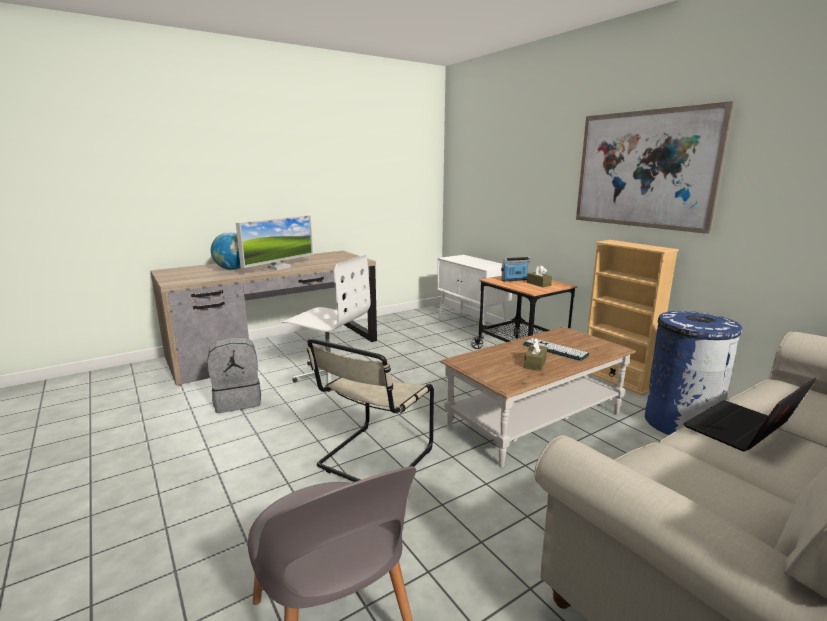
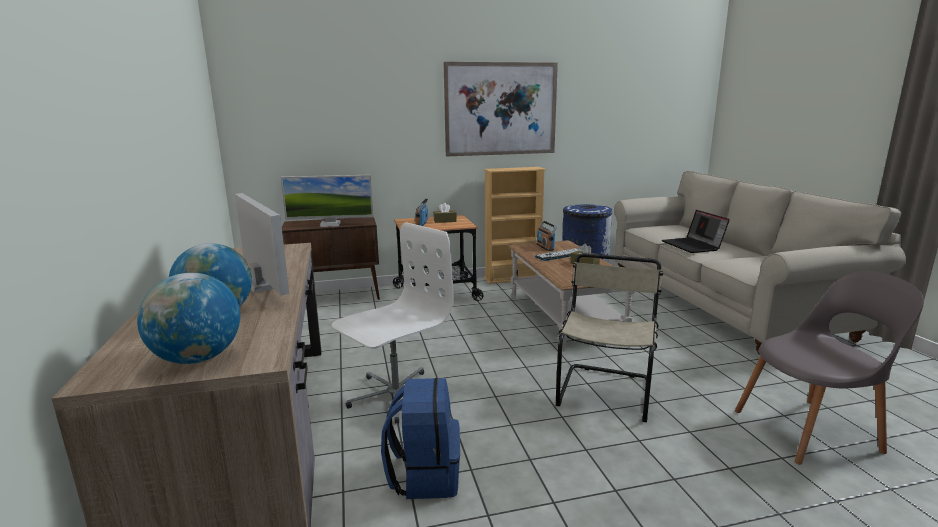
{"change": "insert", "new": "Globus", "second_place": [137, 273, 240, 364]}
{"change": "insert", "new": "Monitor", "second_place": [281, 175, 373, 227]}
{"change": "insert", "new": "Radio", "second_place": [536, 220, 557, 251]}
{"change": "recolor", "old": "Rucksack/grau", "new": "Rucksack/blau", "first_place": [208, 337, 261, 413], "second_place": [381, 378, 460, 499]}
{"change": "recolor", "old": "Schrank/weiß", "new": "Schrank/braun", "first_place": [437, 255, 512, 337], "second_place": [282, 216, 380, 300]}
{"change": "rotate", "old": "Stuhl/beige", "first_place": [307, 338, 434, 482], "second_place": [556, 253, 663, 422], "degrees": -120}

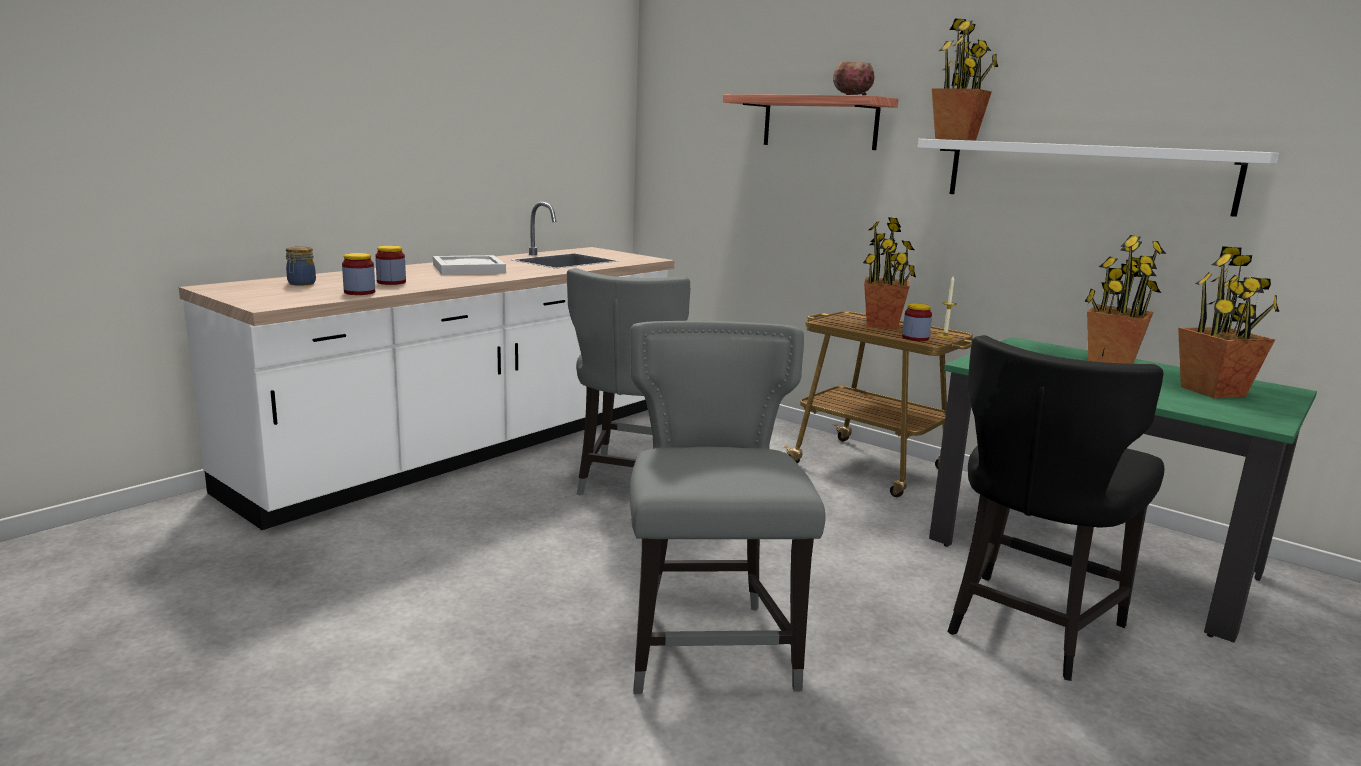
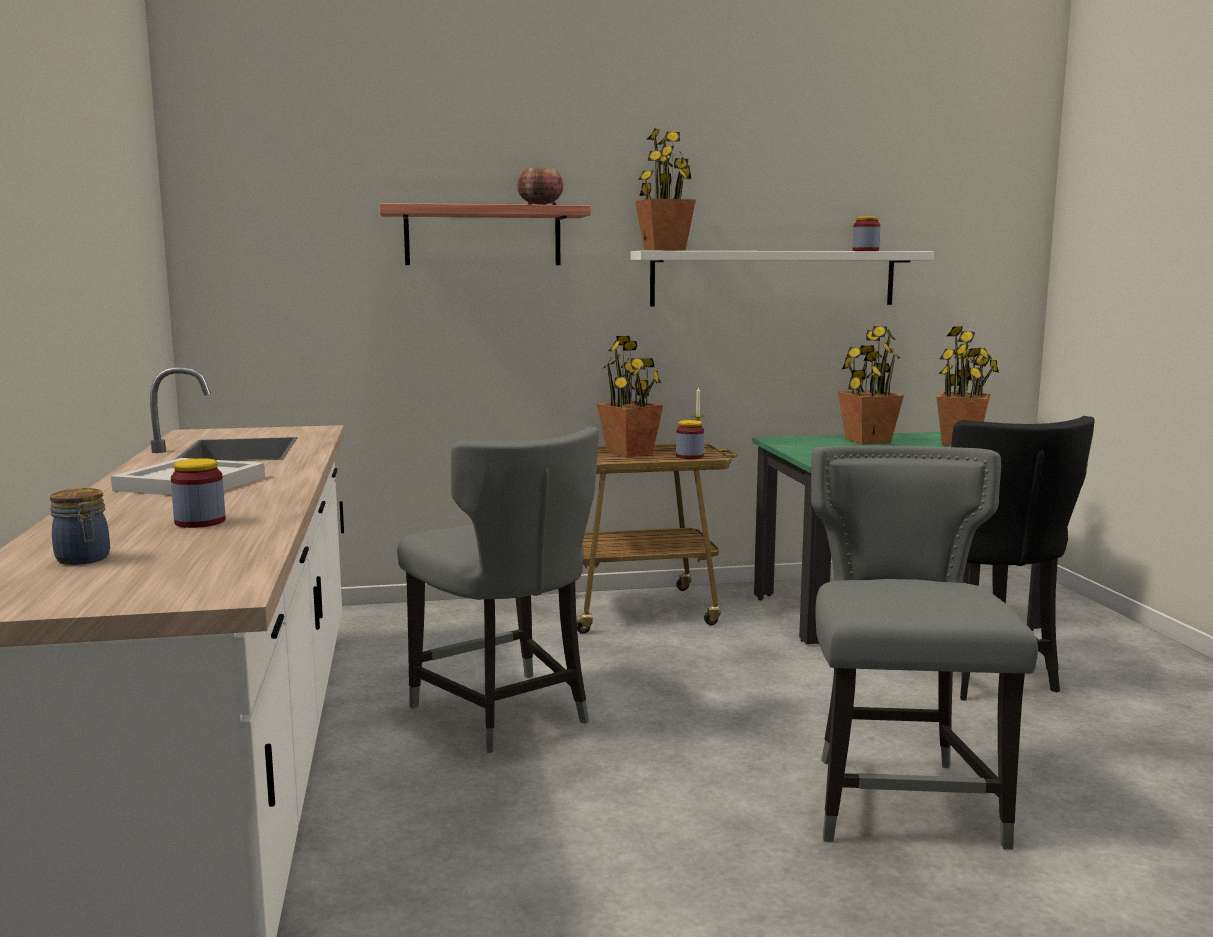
{"change": "move", "old": "Vorratsglas", "first_place": [342, 253, 375, 295], "second_place": [853, 216, 880, 251]}
{"change": "rotate", "old": "Stuhl/grau", "first_place": [630, 321, 826, 694], "second_place": [811, 446, 1038, 850], "degrees": 60}

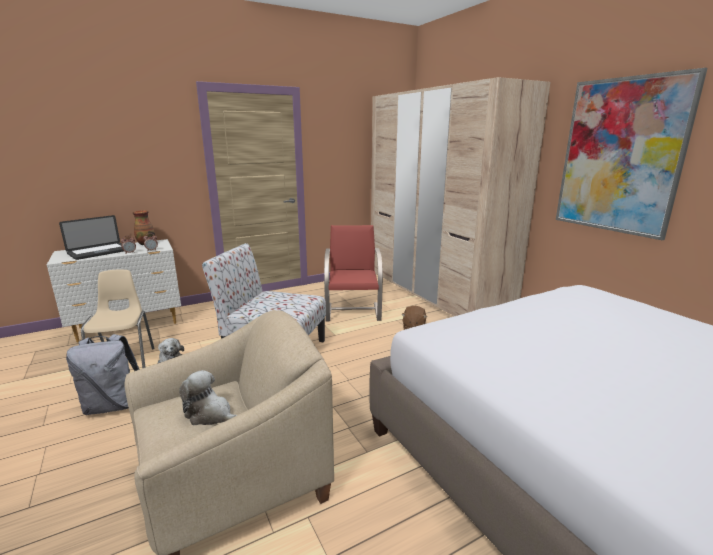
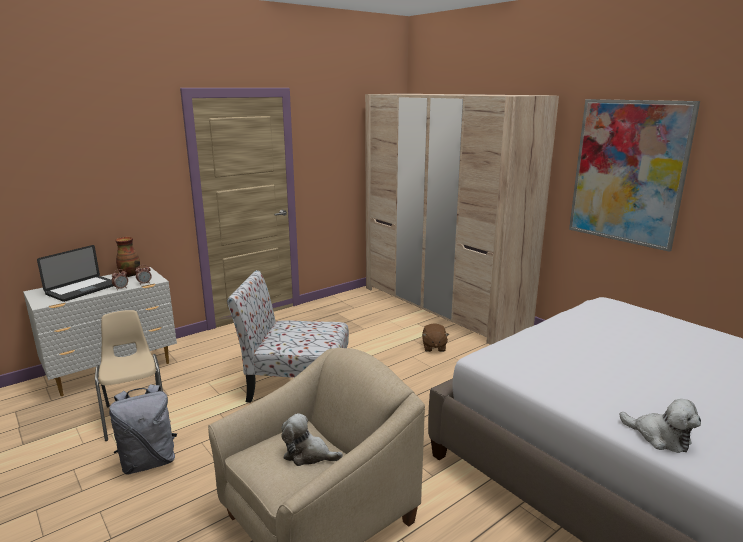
{"change": "delete", "old": "Stuhl/rot", "first_place": [324, 225, 383, 322]}
{"change": "move", "old": "Plüschtier", "first_place": [158, 338, 184, 363], "second_place": [620, 399, 701, 453]}

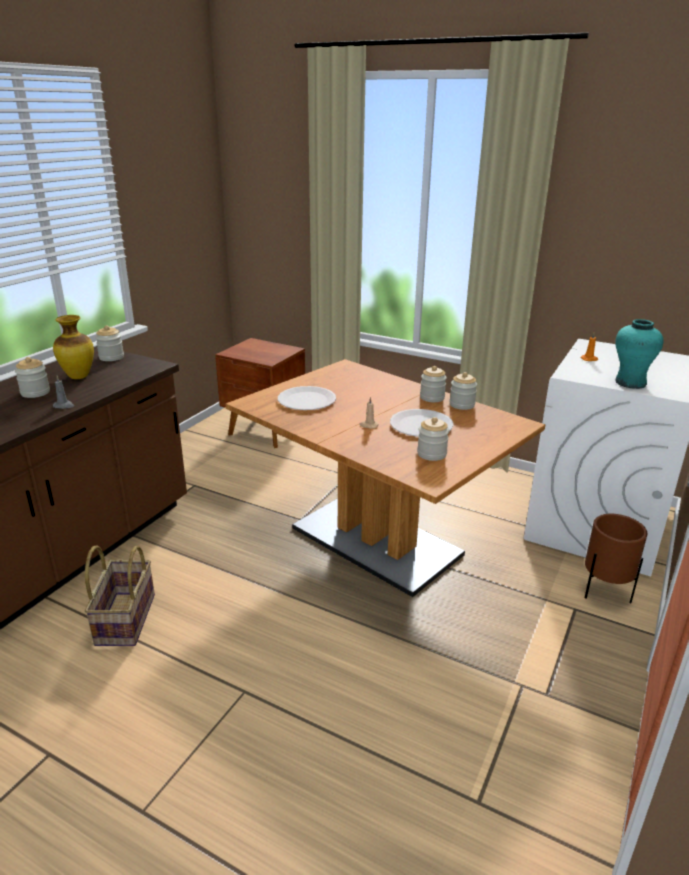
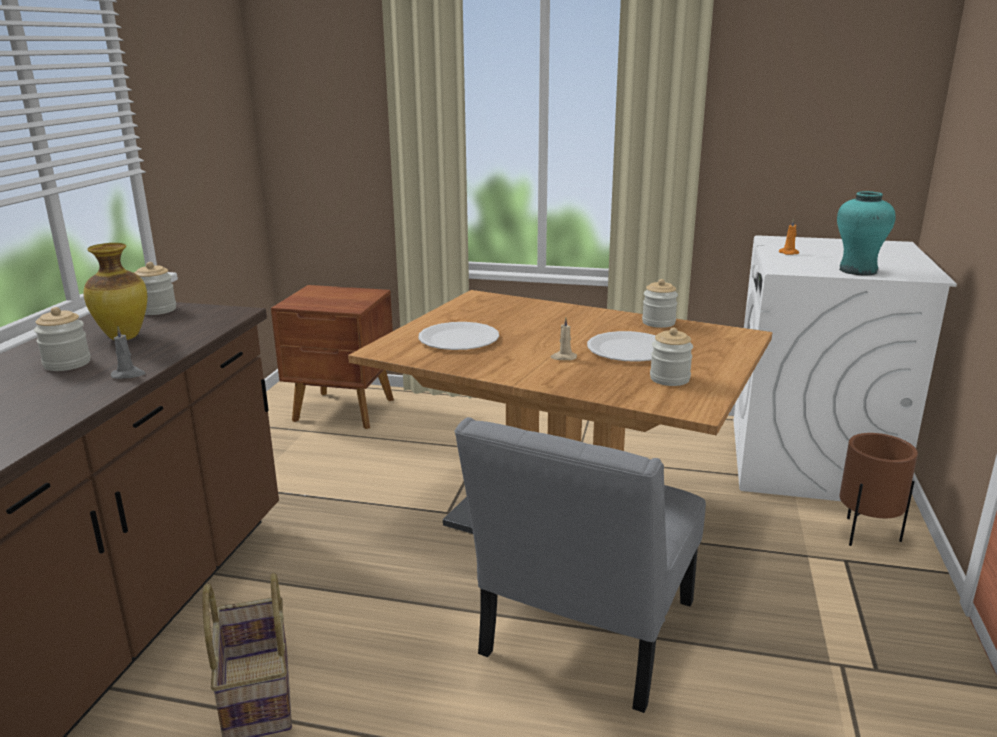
{"change": "delete", "old": "Vorratsglas", "first_place": [420, 366, 447, 402]}
{"change": "insert", "new": "Stuhl/grau", "second_place": [454, 417, 706, 713]}

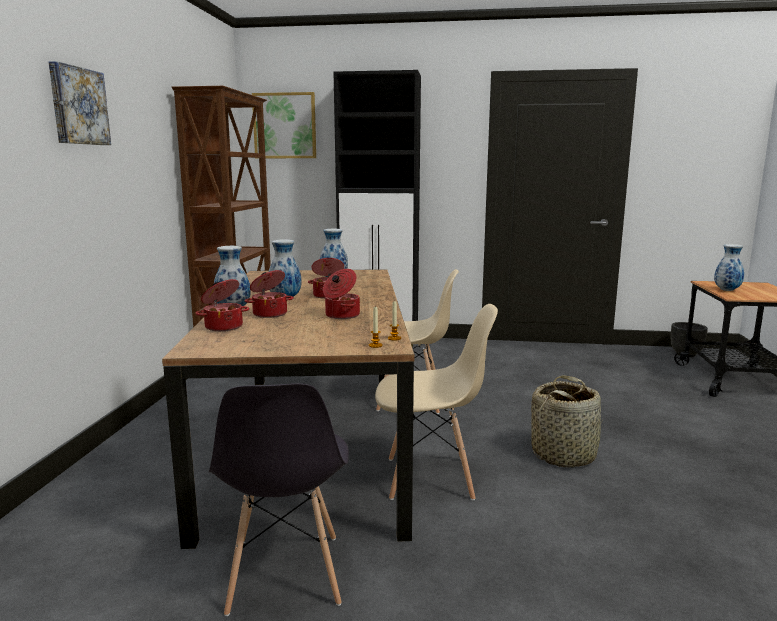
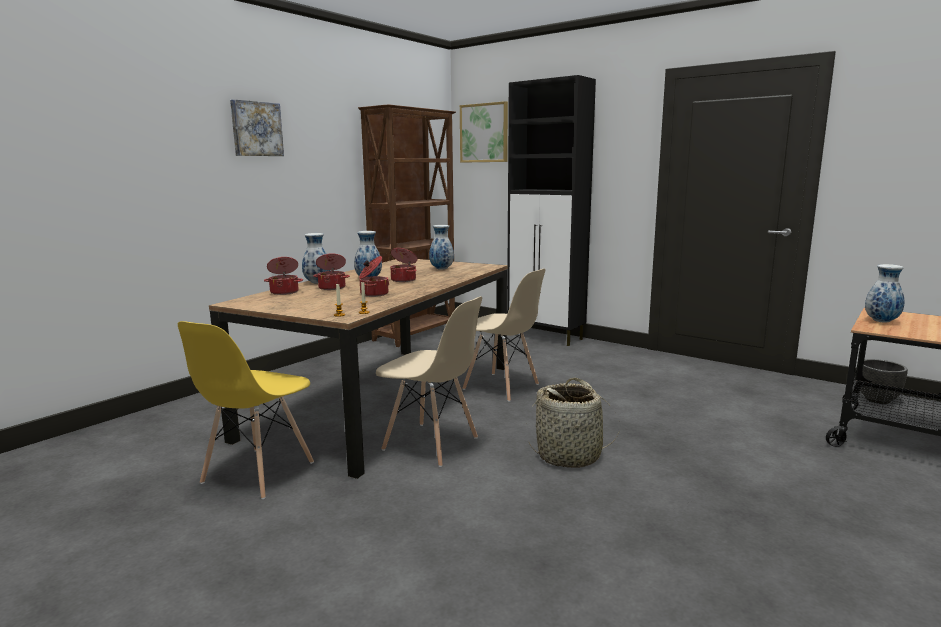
{"change": "recolor", "old": "Stuhl/grau", "new": "Stuhl/gelb", "first_place": [209, 383, 349, 616], "second_place": [178, 321, 314, 499]}

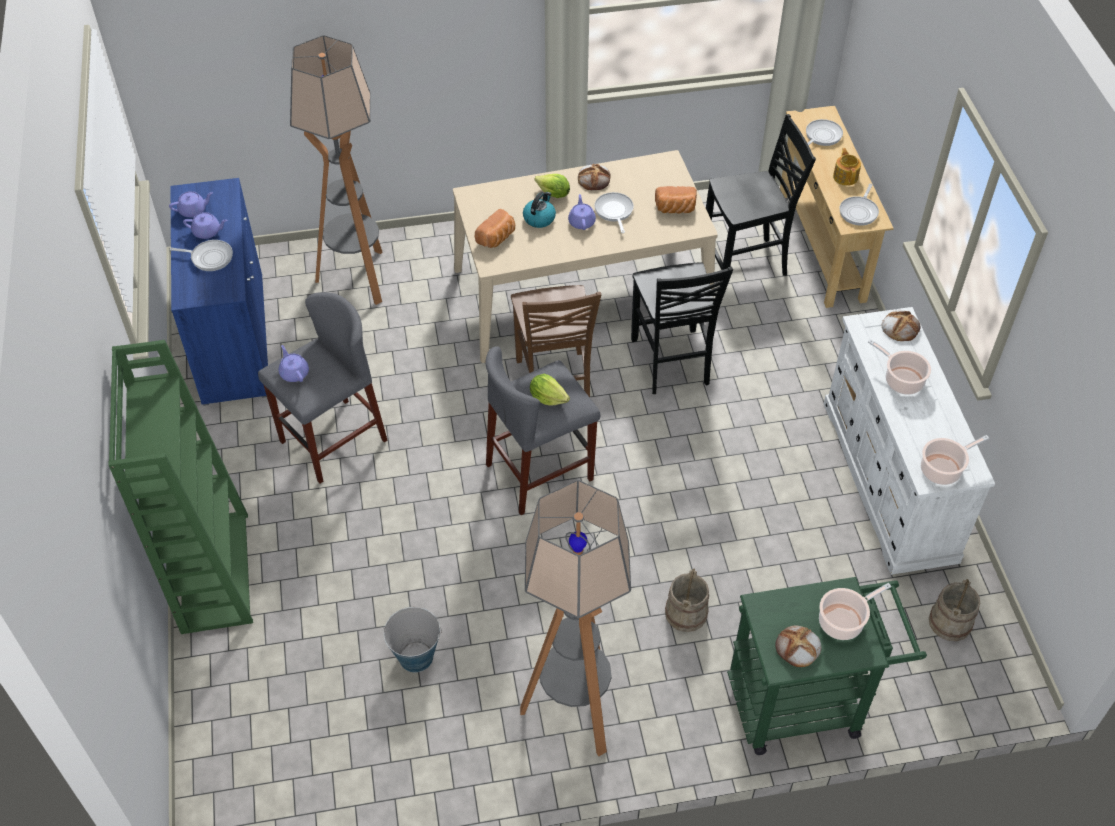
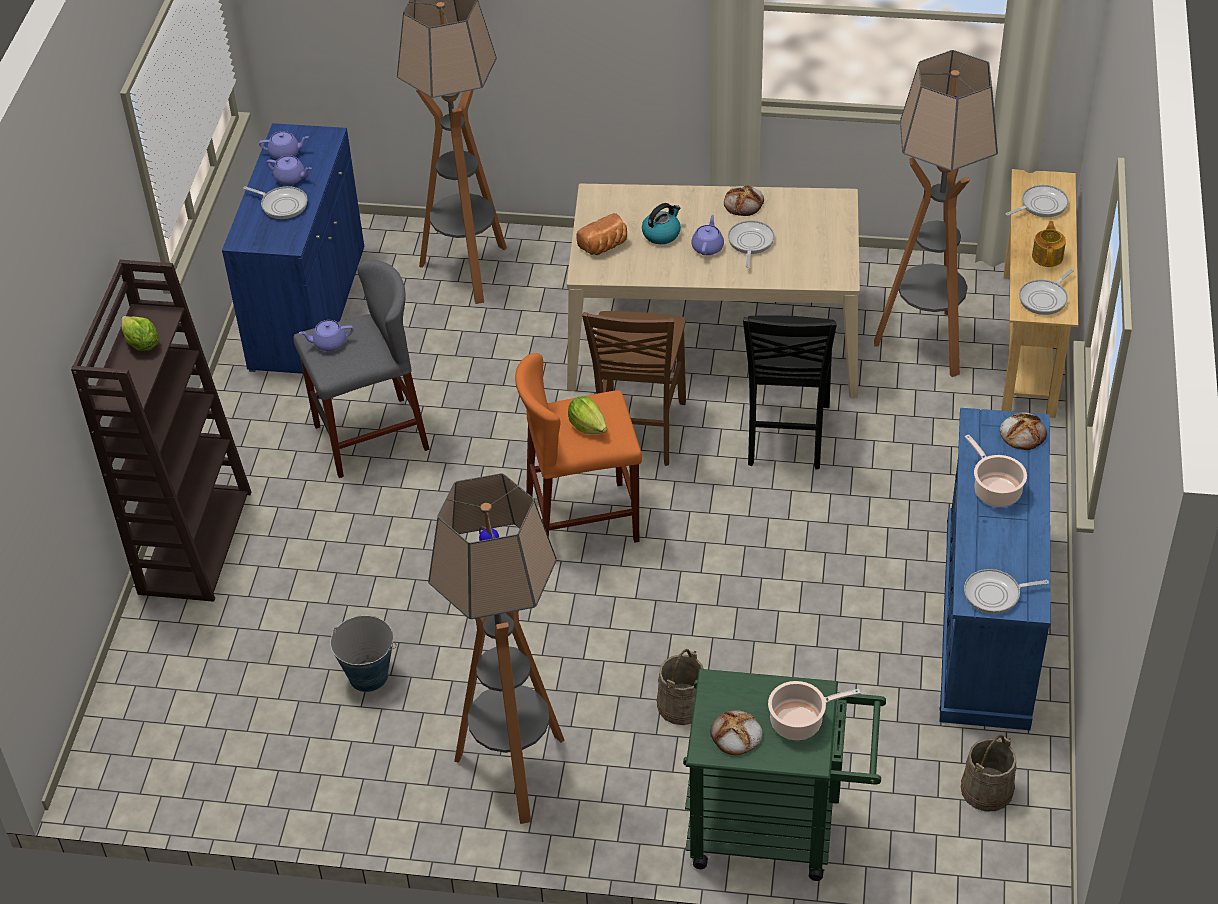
{"change": "delete", "old": "Brot", "first_place": [655, 186, 697, 213]}
{"change": "move", "old": "Salatkopf", "first_place": [534, 174, 570, 198], "second_place": [121, 316, 159, 351]}
{"change": "replace", "old": "Stuhl/schwarz", "new": "Stehlampe", "first_place": [706, 114, 816, 281], "second_place": [874, 50, 998, 377]}
{"change": "replace", "old": "Kochtopf", "new": "Pfanne", "first_place": [921, 435, 989, 485], "second_place": [964, 569, 1049, 614]}
{"change": "recolor", "old": "Bücherregal/grün", "new": "Bücherregal/braun", "first_place": [108, 340, 253, 634], "second_place": [71, 260, 251, 602]}
{"change": "recolor", "old": "Hocker/grau", "new": "Hocker/orange", "first_place": [486, 346, 600, 515], "second_place": [515, 353, 642, 543]}
{"change": "recolor", "old": "Kommode/weiß", "new": "Kommode/blau", "first_place": [824, 307, 995, 575], "second_place": [940, 408, 1051, 730]}
{"change": "rotate", "old": "Teekanne/lila", "first_place": [279, 345, 309, 382], "second_place": [299, 320, 353, 351], "degrees": -90}

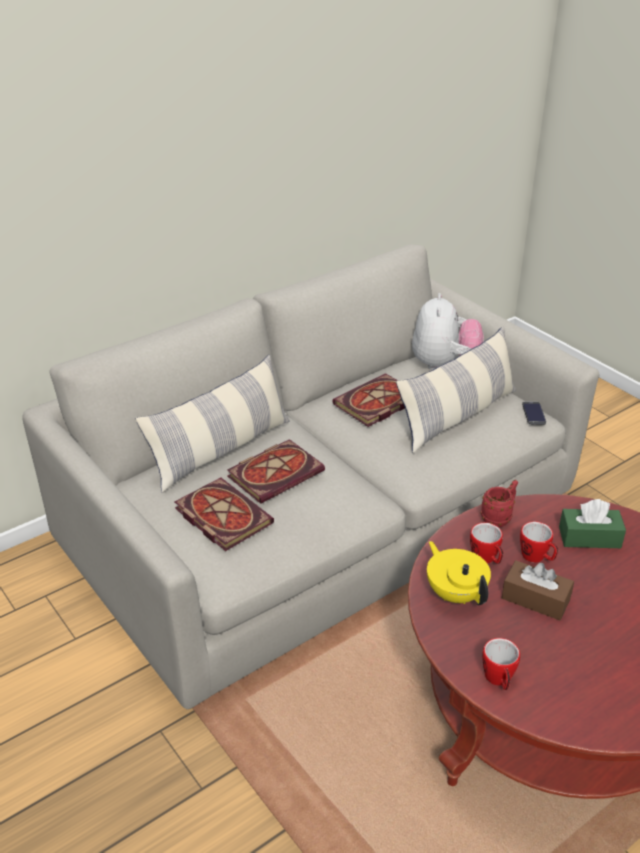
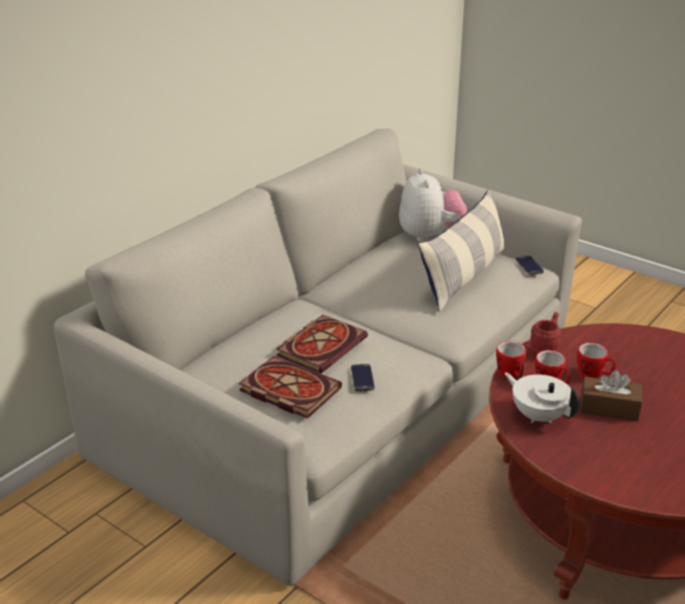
{"change": "delete", "old": "Kissen", "first_place": [136, 355, 290, 493]}
{"change": "delete", "old": "Buch", "first_place": [333, 373, 405, 427]}
{"change": "delete", "old": "Taschentuchbox/grün", "first_place": [559, 499, 626, 548]}
{"change": "insert", "new": "Handy", "second_place": [351, 364, 375, 391]}
{"change": "move", "old": "Henkelbecher", "first_place": [482, 638, 520, 690], "second_place": [496, 341, 526, 378]}
{"change": "recolor", "old": "Teekanne/gelb", "new": "Teekanne/weiß", "first_place": [427, 541, 491, 605], "second_place": [505, 372, 580, 423]}

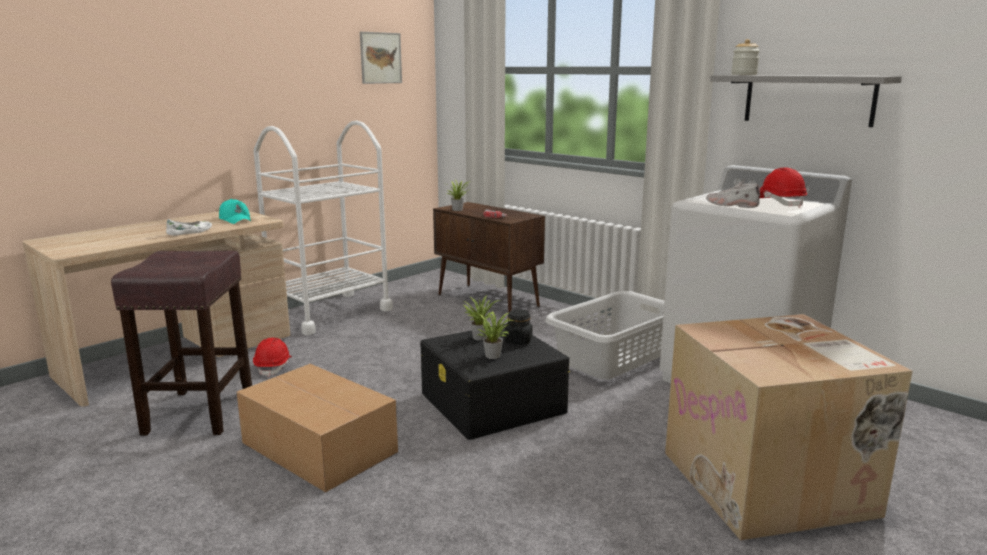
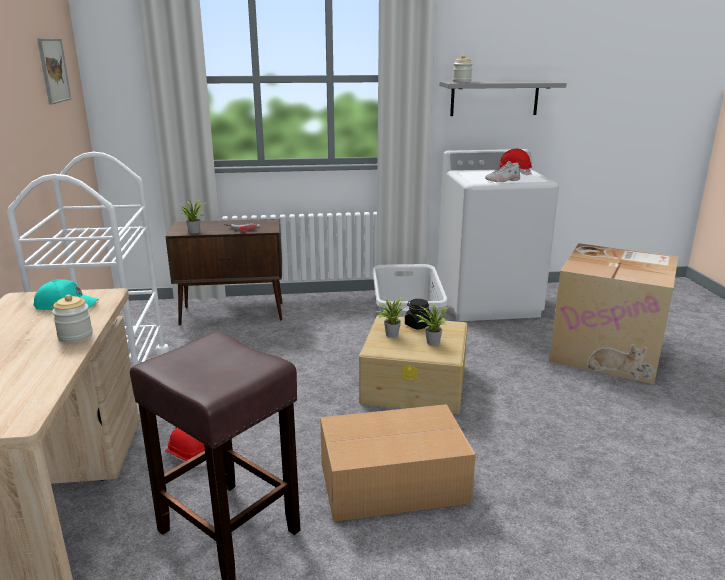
{"change": "replace", "old": "Schuh/weiß", "new": "Vorratsglas", "first_place": [166, 219, 212, 236], "second_place": [52, 295, 93, 343]}
{"change": "recolor", "old": "Aufbewahrungsbox/schwarz", "new": "Aufbewahrungsbox/beige", "first_place": [420, 324, 570, 440], "second_place": [359, 315, 467, 415]}

